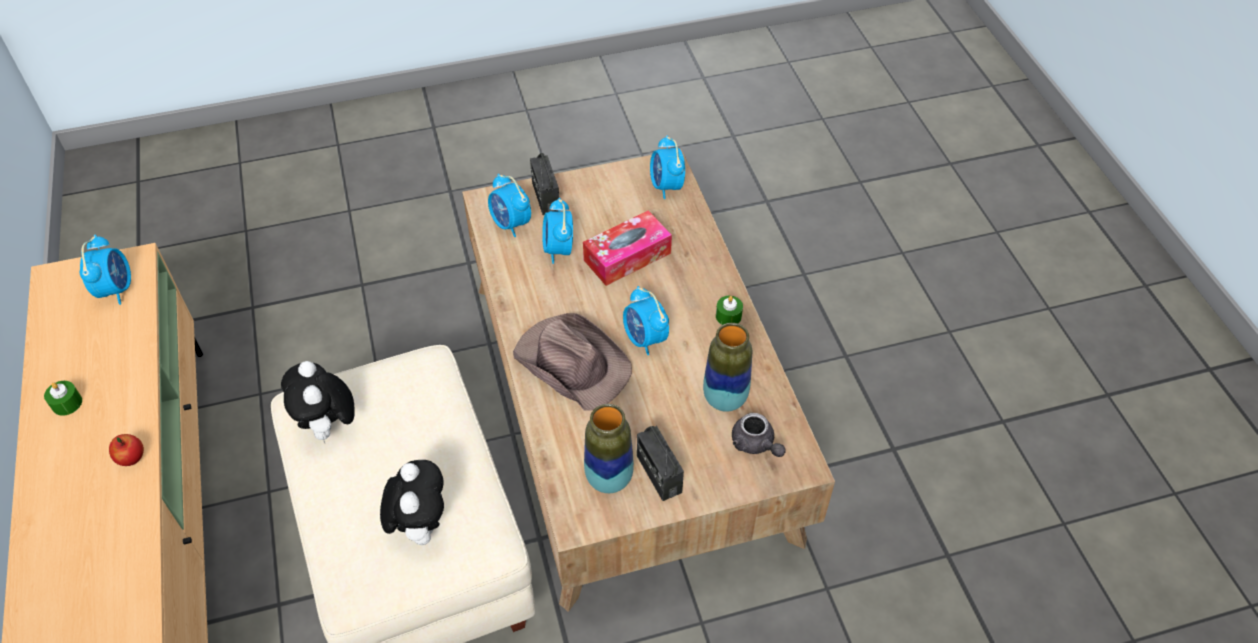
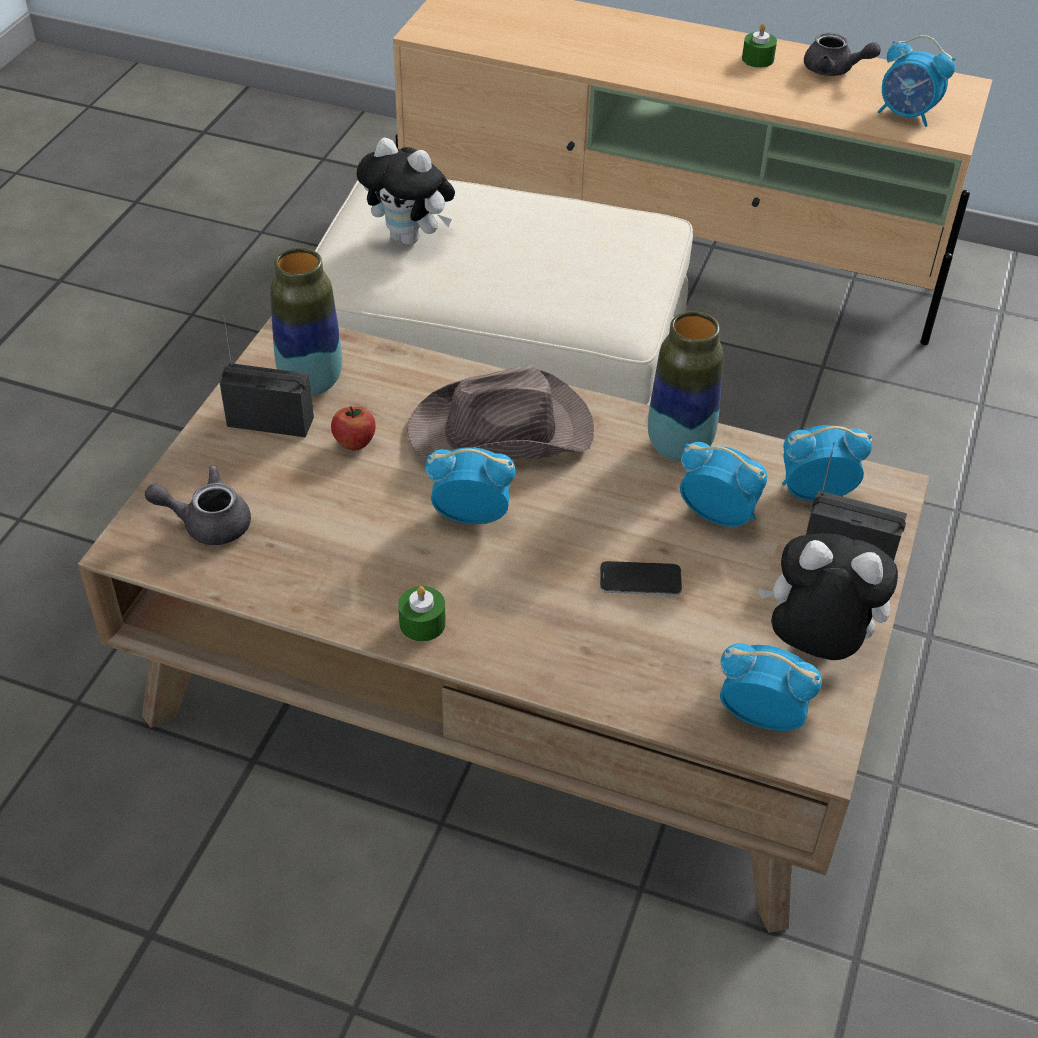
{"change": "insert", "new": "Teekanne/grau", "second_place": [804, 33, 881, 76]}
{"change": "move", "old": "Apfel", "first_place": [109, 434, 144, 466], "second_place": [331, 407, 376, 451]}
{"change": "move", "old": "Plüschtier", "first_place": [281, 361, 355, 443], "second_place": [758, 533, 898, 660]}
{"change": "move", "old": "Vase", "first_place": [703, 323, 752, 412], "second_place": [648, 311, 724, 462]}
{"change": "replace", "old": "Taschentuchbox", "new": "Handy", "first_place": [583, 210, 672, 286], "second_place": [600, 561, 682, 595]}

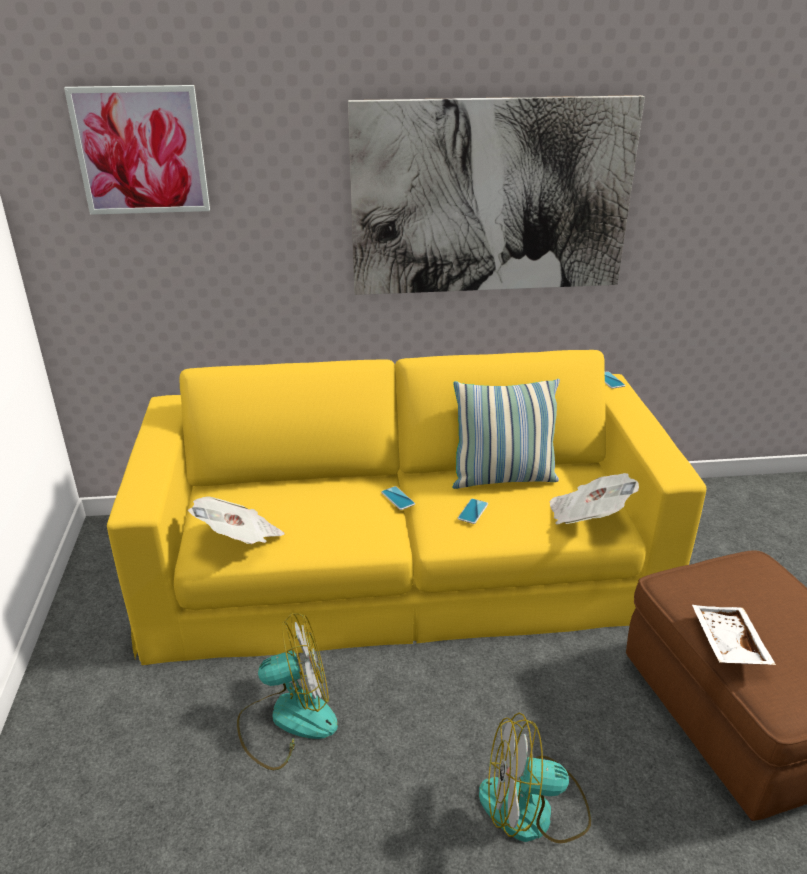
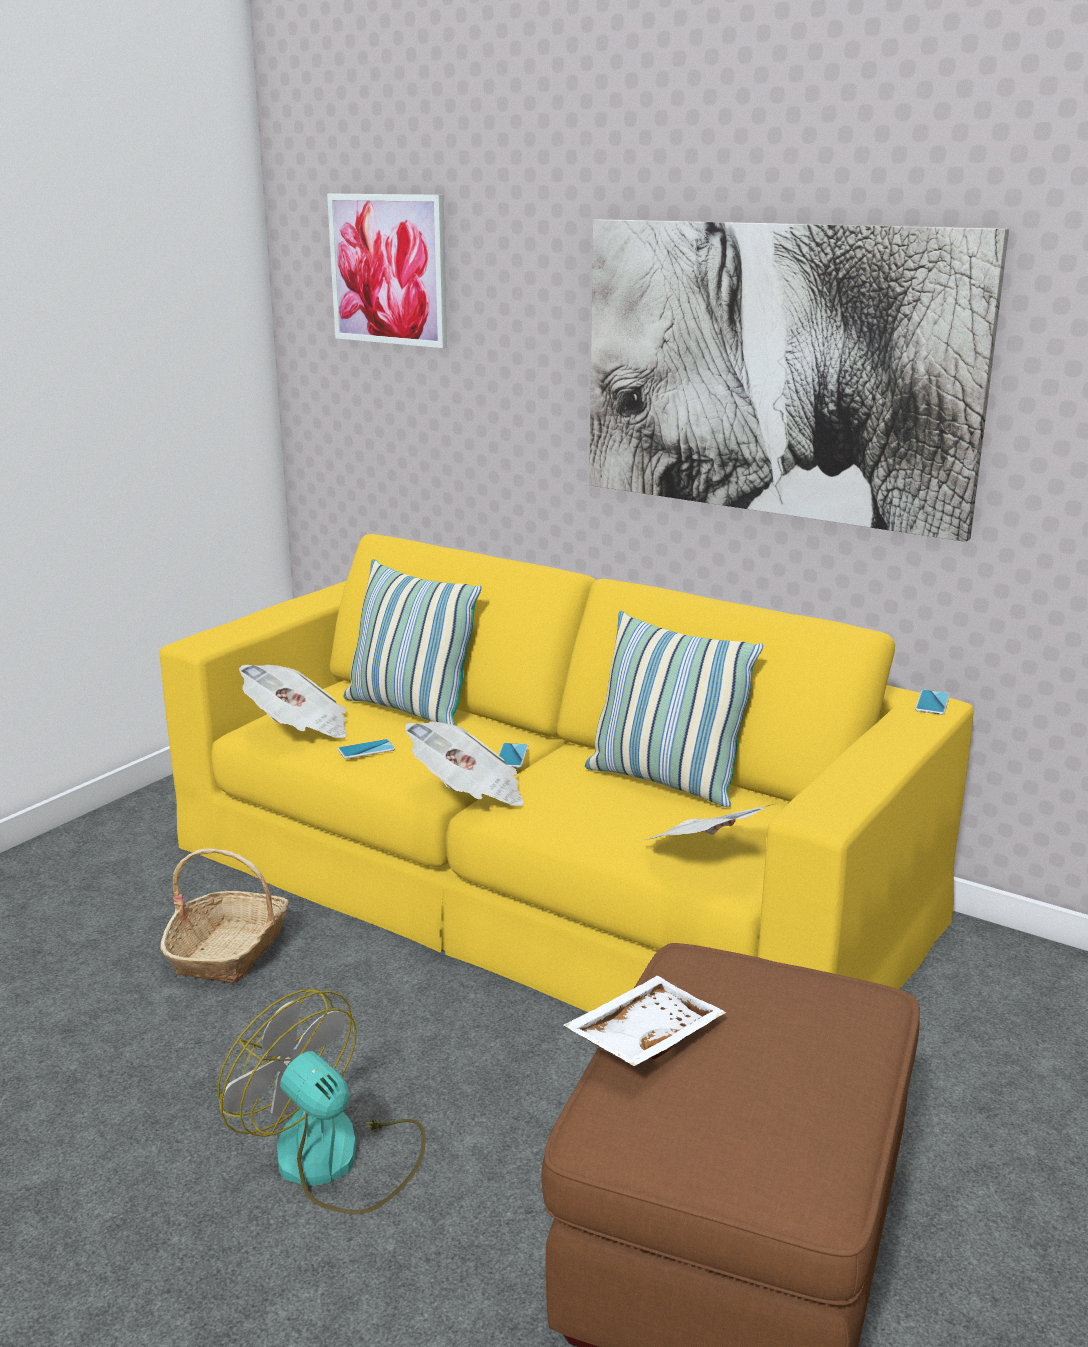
{"change": "insert", "new": "Kissen", "second_place": [344, 559, 482, 725]}
{"change": "insert", "new": "Zeitung", "second_place": [405, 722, 524, 806]}
{"change": "move", "old": "Handy", "first_place": [458, 499, 488, 524], "second_place": [338, 739, 395, 759]}
{"change": "replace", "old": "Ventilator", "new": "Korb", "first_place": [237, 613, 338, 770], "second_place": [160, 848, 289, 984]}

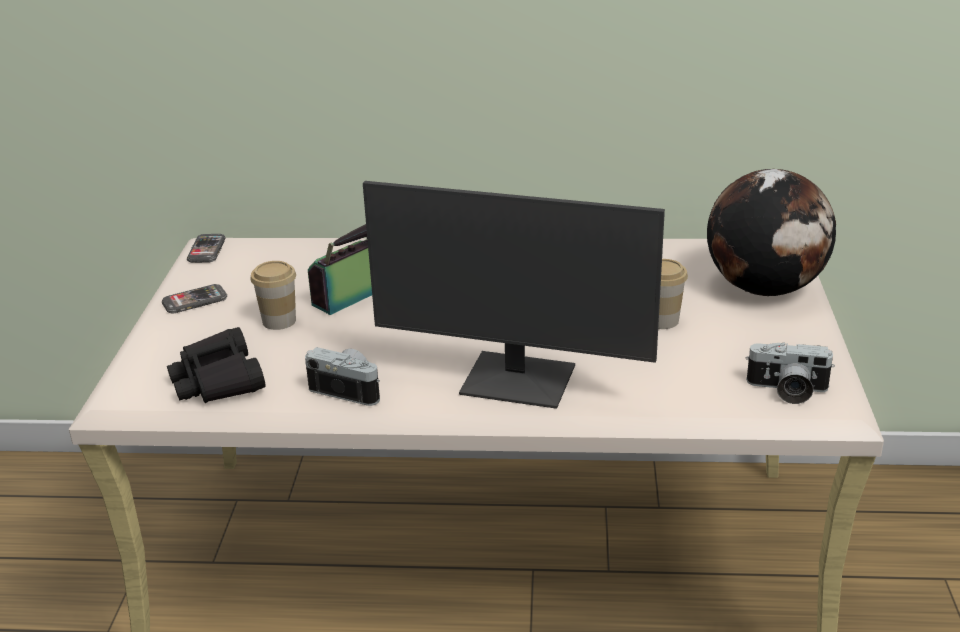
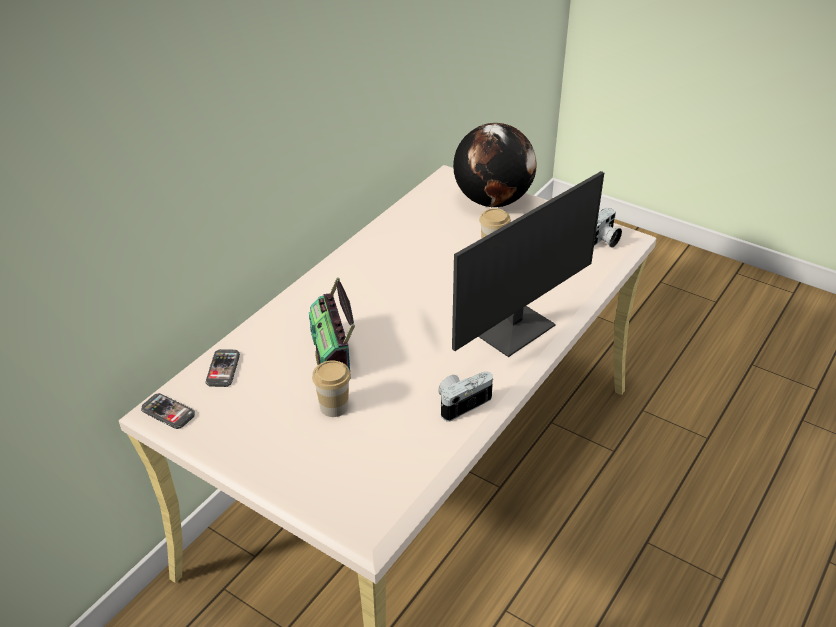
{"change": "delete", "old": "Fernglas/schwarz", "first_place": [167, 327, 265, 403]}
{"change": "move", "old": "Handy", "first_place": [162, 284, 227, 314], "second_place": [205, 349, 240, 387]}

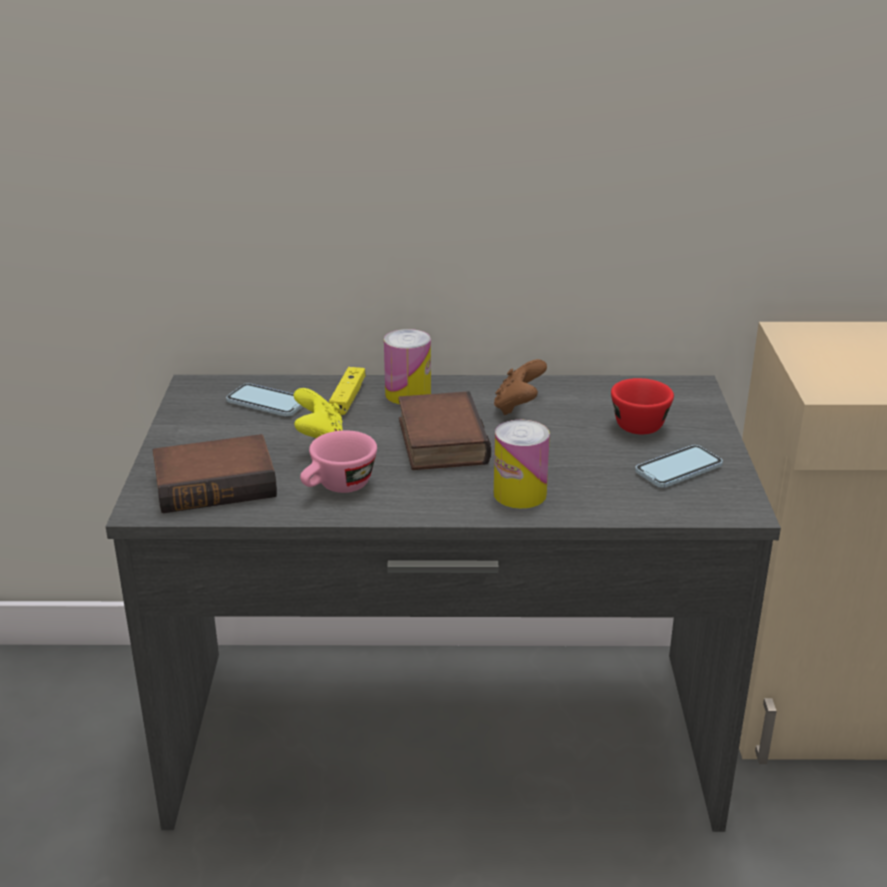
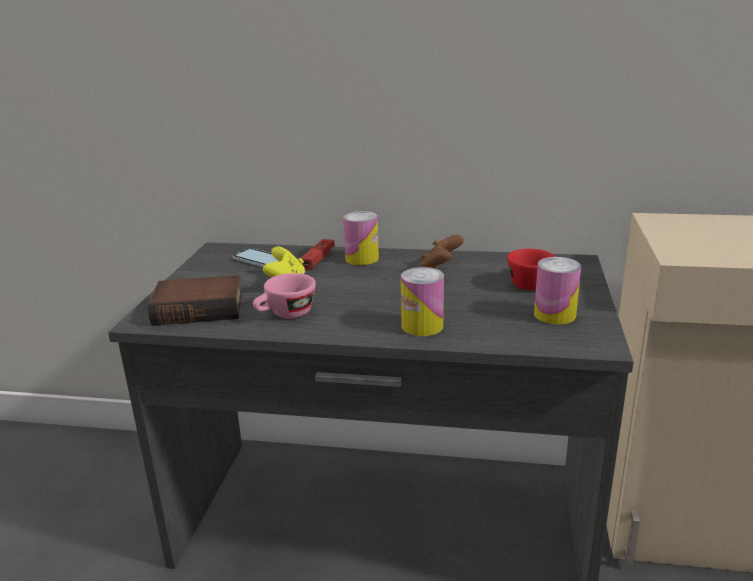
{"change": "delete", "old": "Buch", "first_place": [398, 391, 491, 470]}
{"change": "replace", "old": "Handy", "new": "Dose", "first_place": [635, 445, 723, 488], "second_place": [534, 257, 581, 325]}
{"change": "recolor", "old": "Gamepad/gelb", "new": "Gamepad/rot", "first_place": [329, 367, 366, 415], "second_place": [301, 239, 335, 270]}

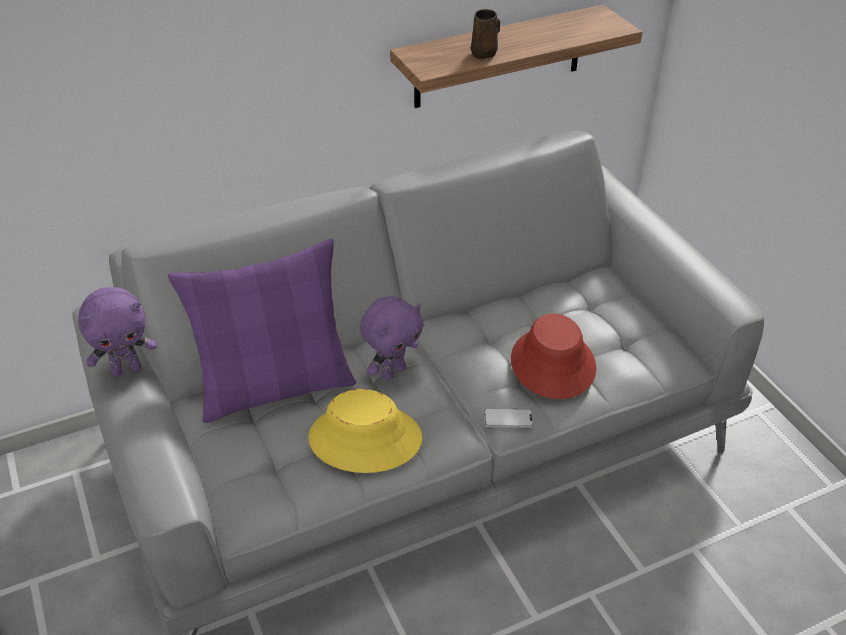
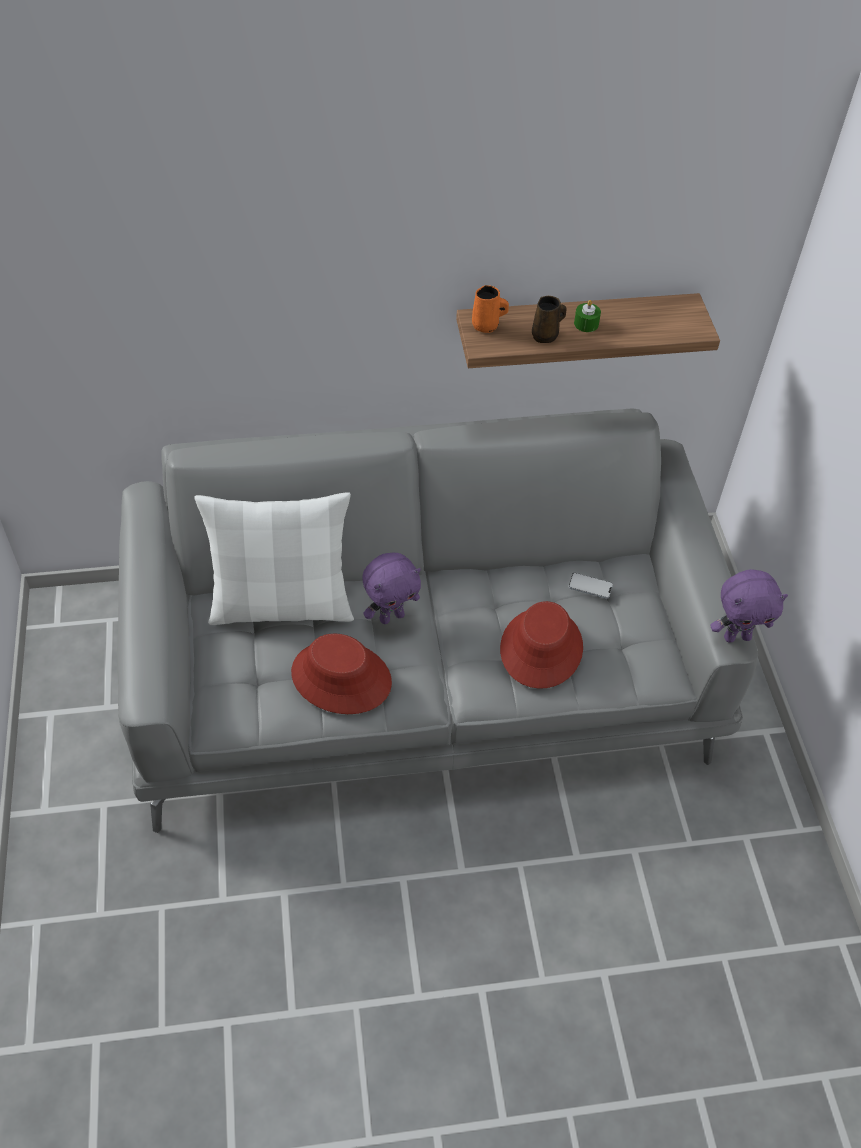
{"change": "insert", "new": "Henkelbecher/orange", "second_place": [472, 285, 509, 333]}
{"change": "insert", "new": "Kerze/grün", "second_place": [574, 300, 601, 332]}
{"change": "move", "old": "Plüschtier/lila", "first_place": [78, 287, 157, 377], "second_place": [710, 569, 788, 643]}
{"change": "move", "old": "Handy", "first_place": [484, 408, 533, 428], "second_place": [569, 573, 613, 599]}
{"change": "recolor", "old": "Kissen/lila", "new": "Kissen/weiß", "first_place": [168, 239, 356, 423], "second_place": [194, 492, 354, 625]}
{"change": "recolor", "old": "Hut/gelb", "new": "Hut/rot", "first_place": [308, 389, 422, 473], "second_place": [291, 634, 392, 714]}

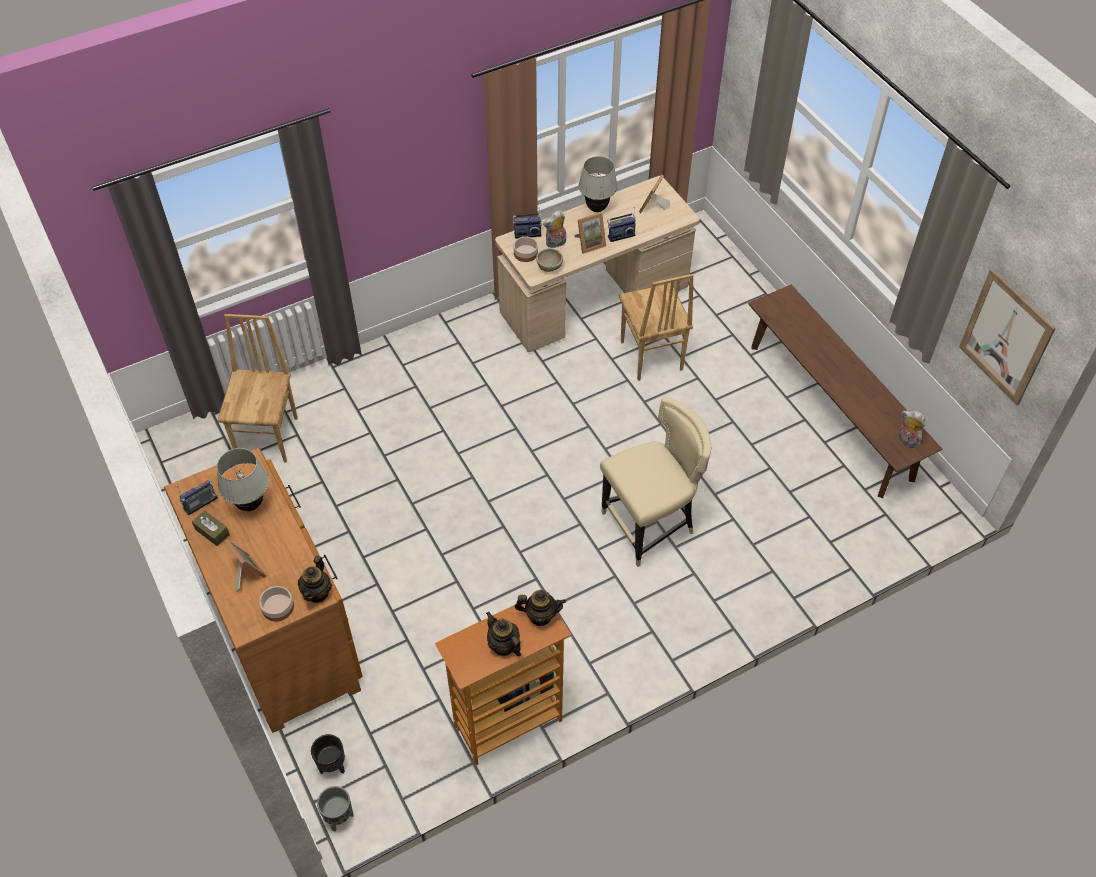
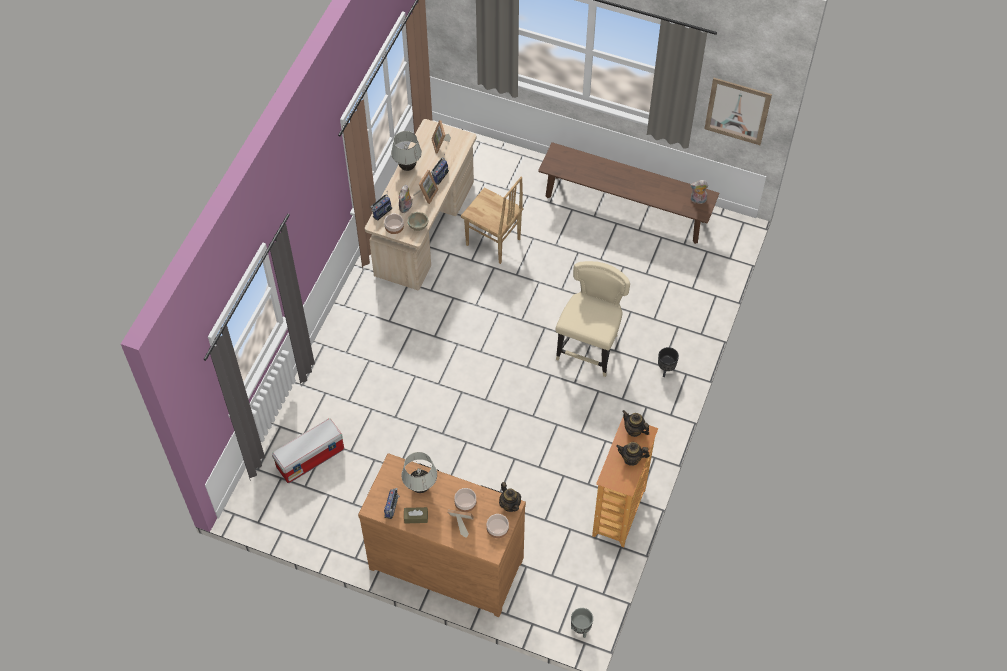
{"change": "insert", "new": "Schüssel", "second_place": [454, 488, 476, 512]}
{"change": "move", "old": "Pflanzkübel/schwarz", "first_place": [311, 734, 345, 774], "second_place": [658, 347, 679, 377]}
{"change": "replace", "old": "Stuhl/braun", "new": "Aufbewahrungsbox", "first_place": [218, 314, 298, 462], "second_place": [272, 418, 344, 483]}
{"change": "rotate", "old": "Teekanne", "first_place": [515, 590, 566, 626], "second_place": [622, 410, 649, 437], "degrees": -105}

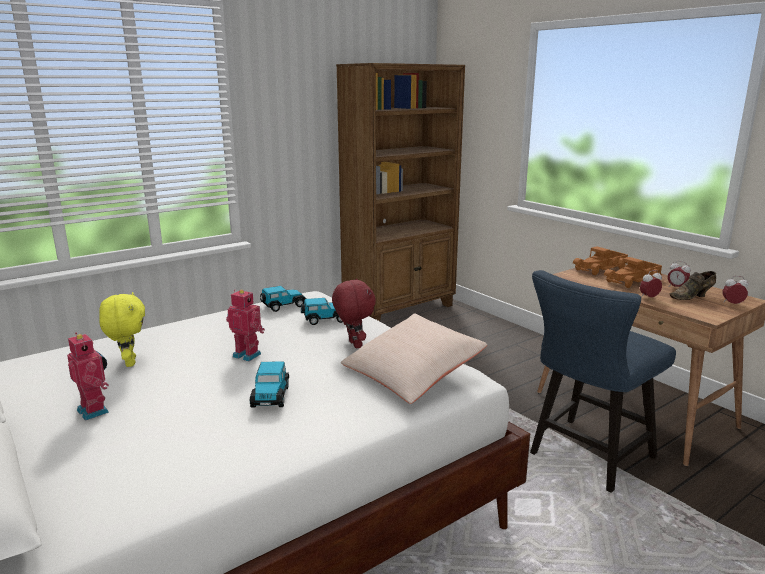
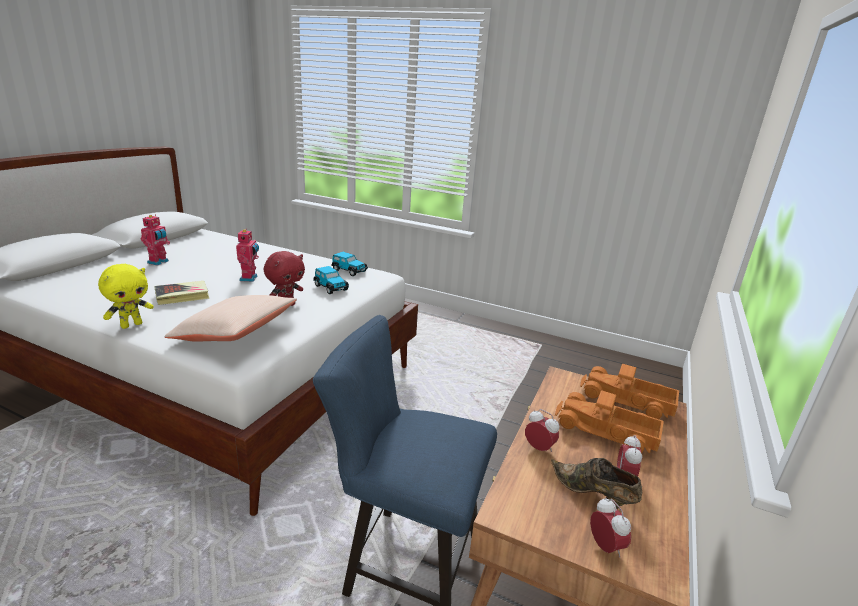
{"change": "delete", "old": "Bücherregal/braun", "first_place": [336, 63, 465, 321]}
{"change": "move", "old": "Plüschtier/gelb", "first_place": [99, 292, 145, 367], "second_place": [98, 264, 154, 329]}
{"change": "replace", "old": "Spielzeugauto", "new": "Buch", "first_place": [250, 361, 289, 408], "second_place": [154, 281, 210, 305]}

